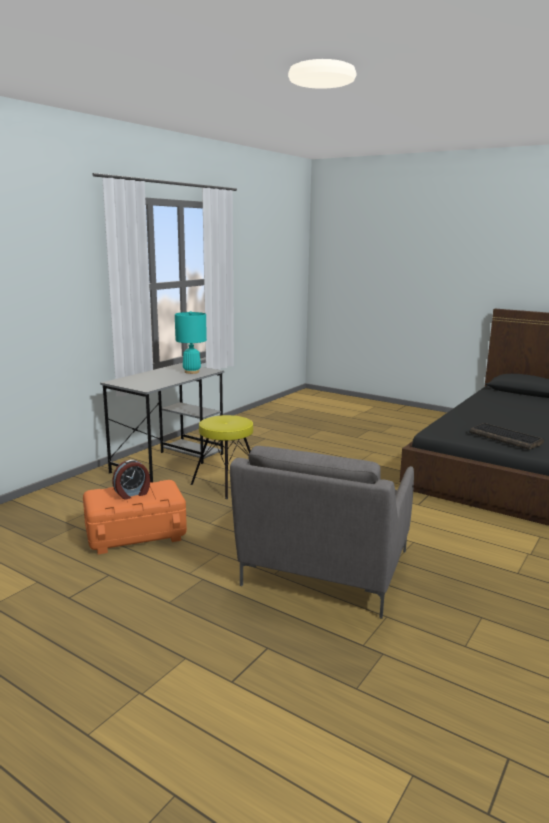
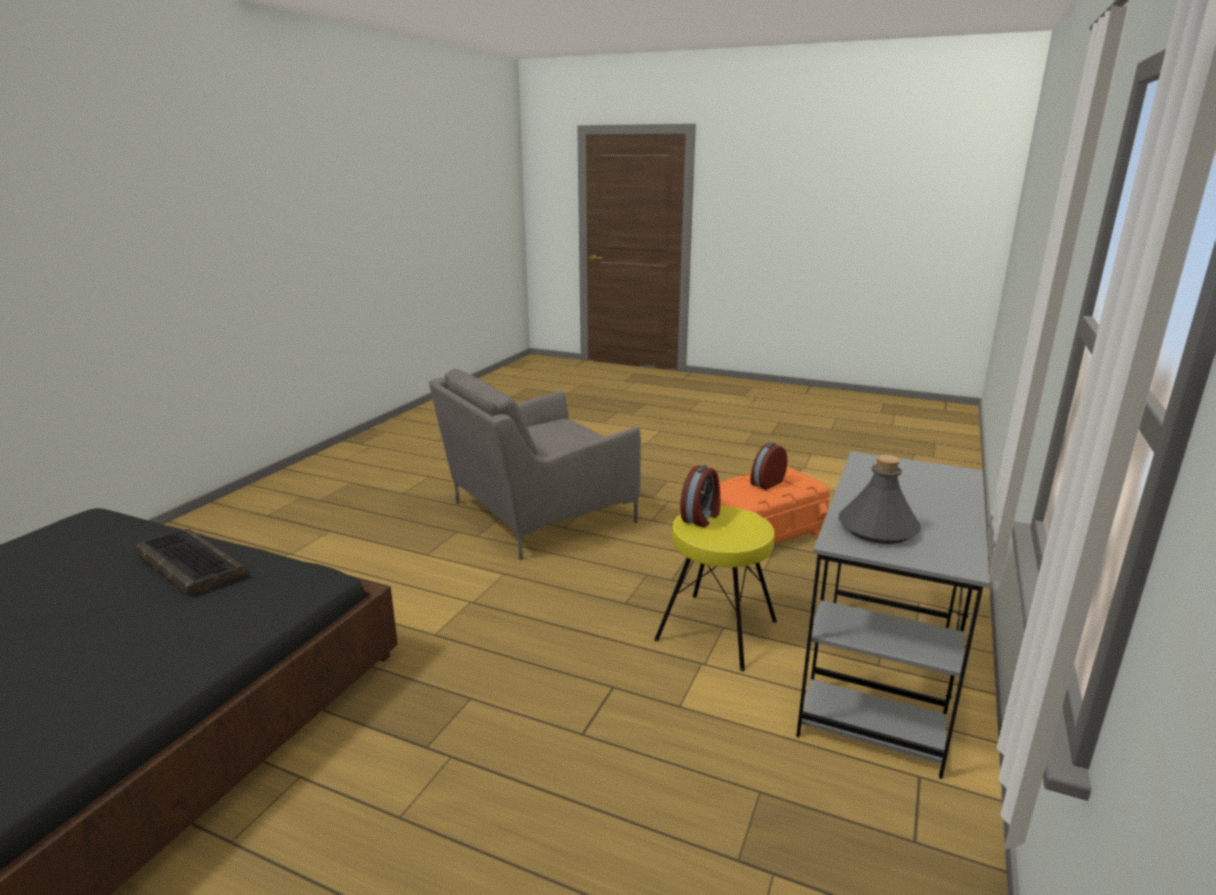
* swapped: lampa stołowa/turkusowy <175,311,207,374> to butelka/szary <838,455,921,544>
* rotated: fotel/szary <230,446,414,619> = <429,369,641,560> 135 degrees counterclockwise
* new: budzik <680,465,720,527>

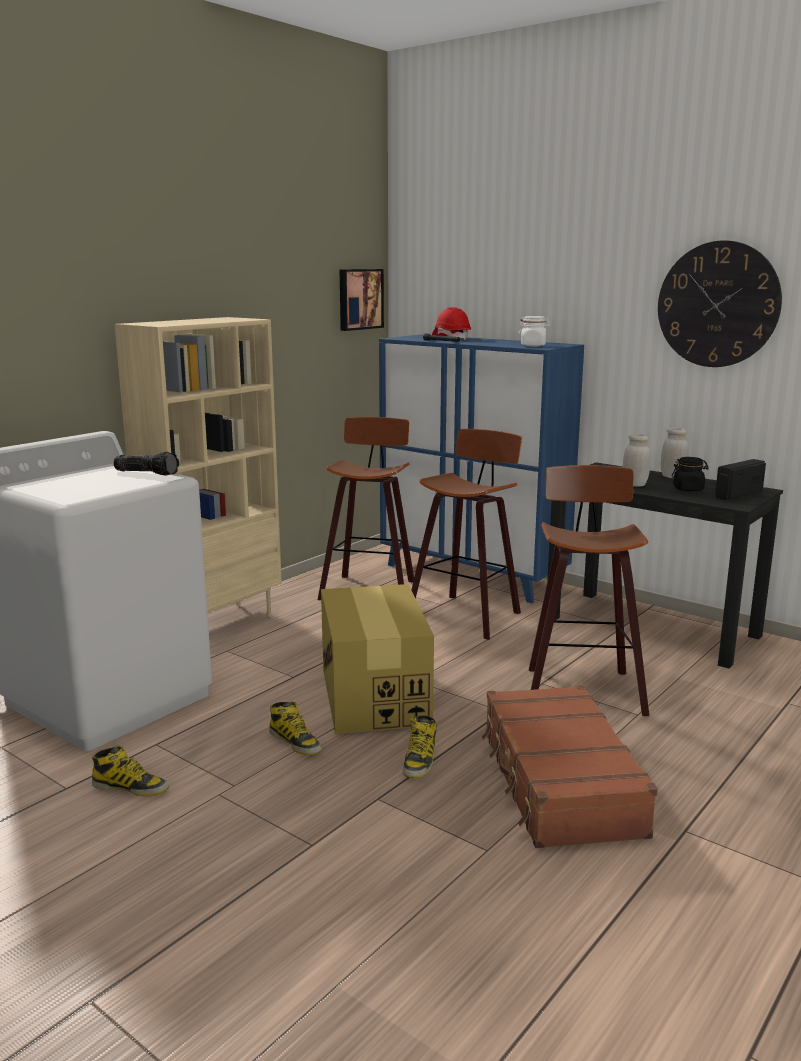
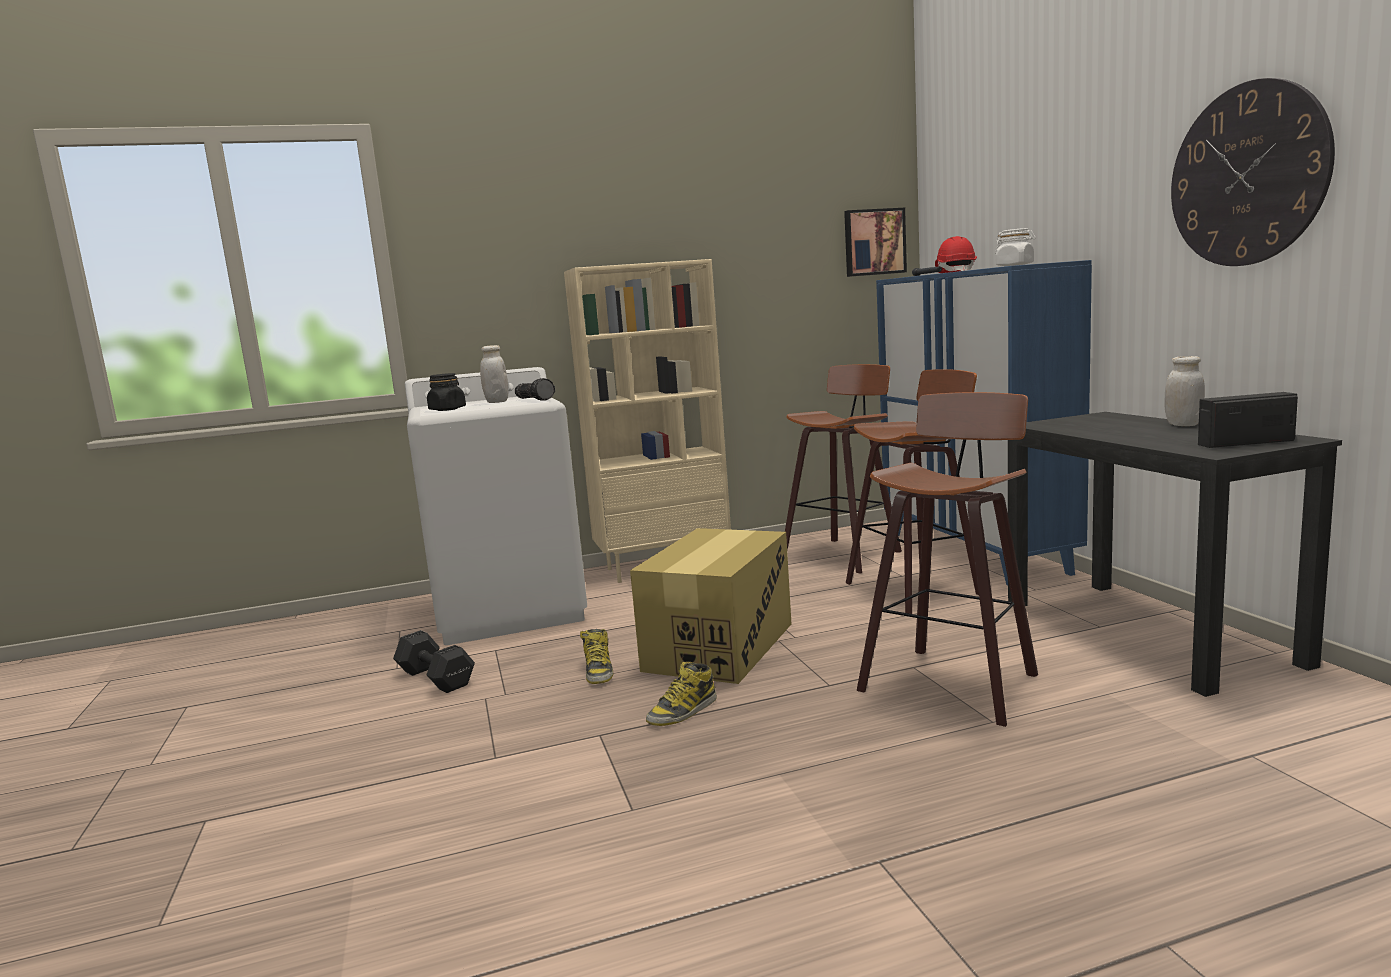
* shifted: słoik/biały <623,434,651,487> to <480,345,508,403>
* shifted: słoik/czarny <672,457,709,491> to <427,373,466,411>
* gone: walizka/brązowy <482,685,658,848>
* swapped: but z cholewką <92,745,169,797> to hantel/czarny <393,630,475,693>

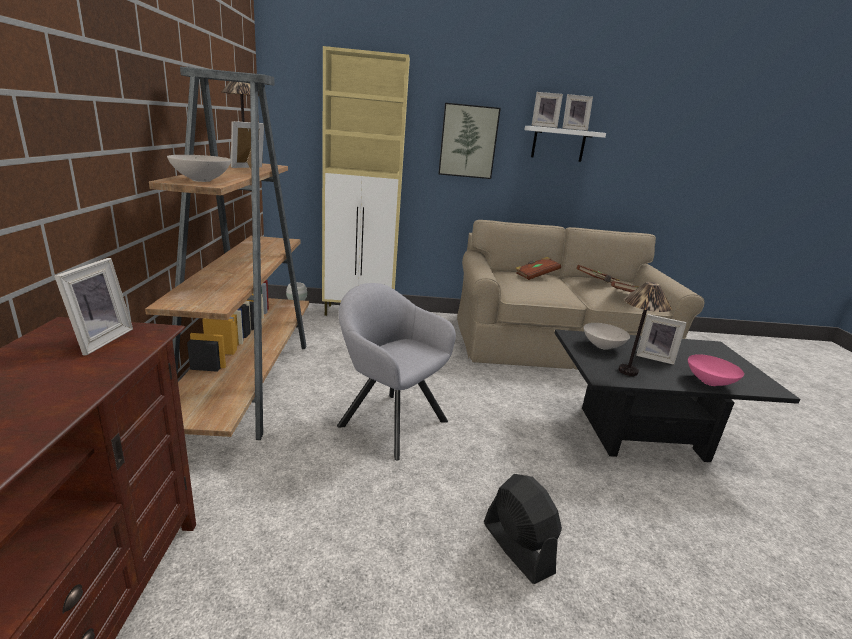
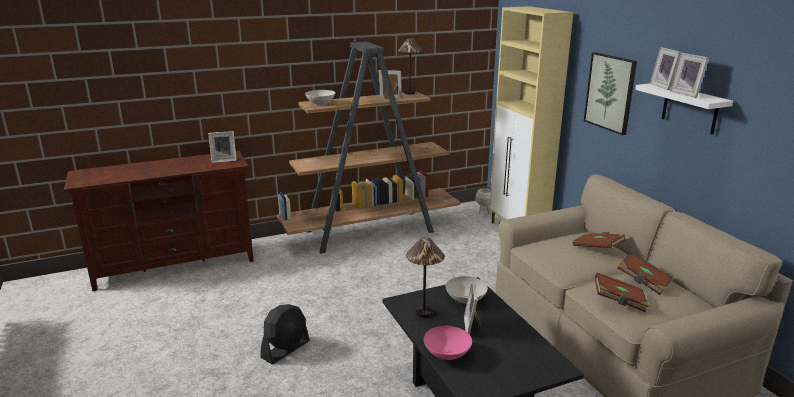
* gone: fotel/szary <337,283,456,461>

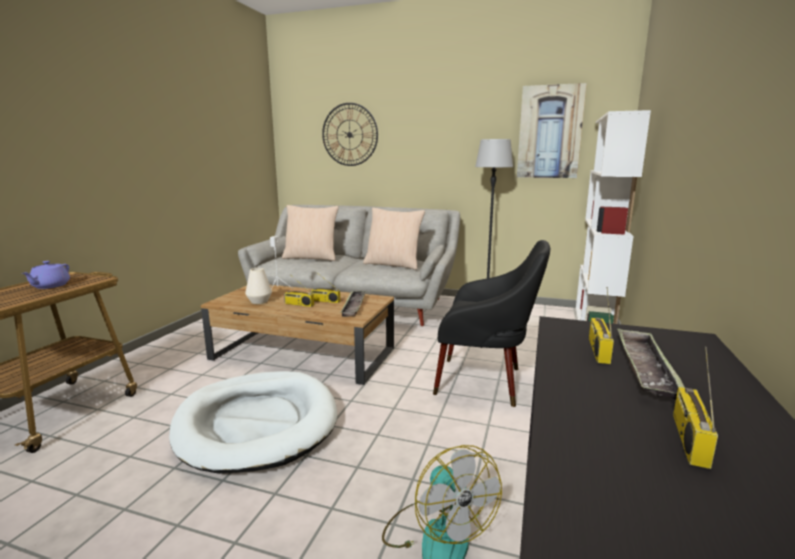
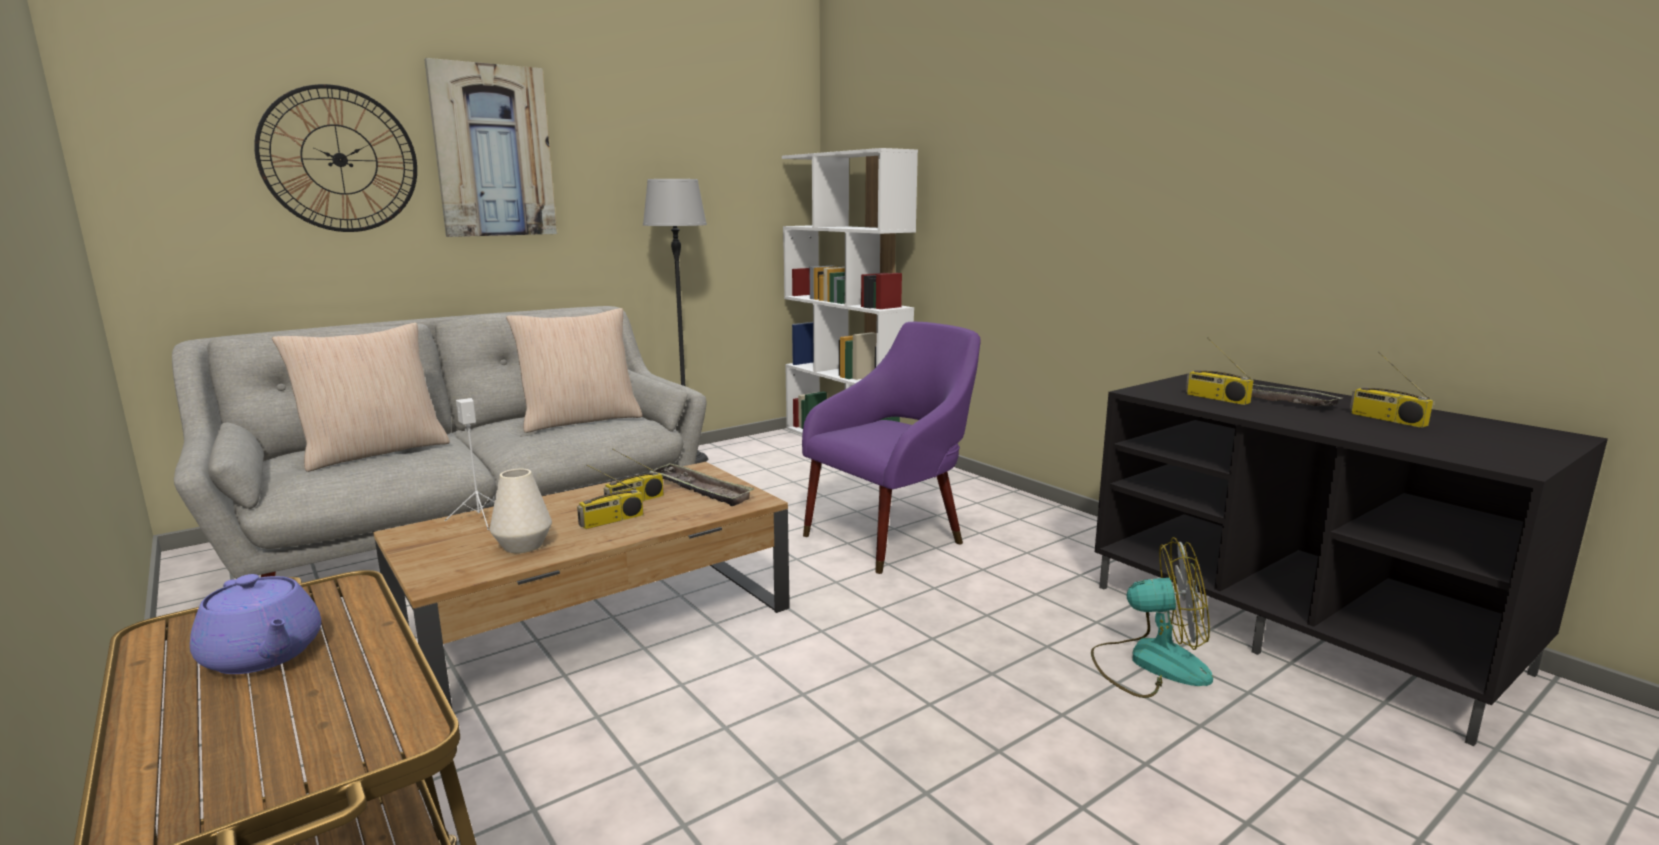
* shifted: obraz <517,83,587,178> to <424,58,557,237>
* repainted: fotel/czarny <433,240,550,407> to fotel/fioletowy <802,322,981,574>
* gone: legowisko/biały <169,371,337,474>

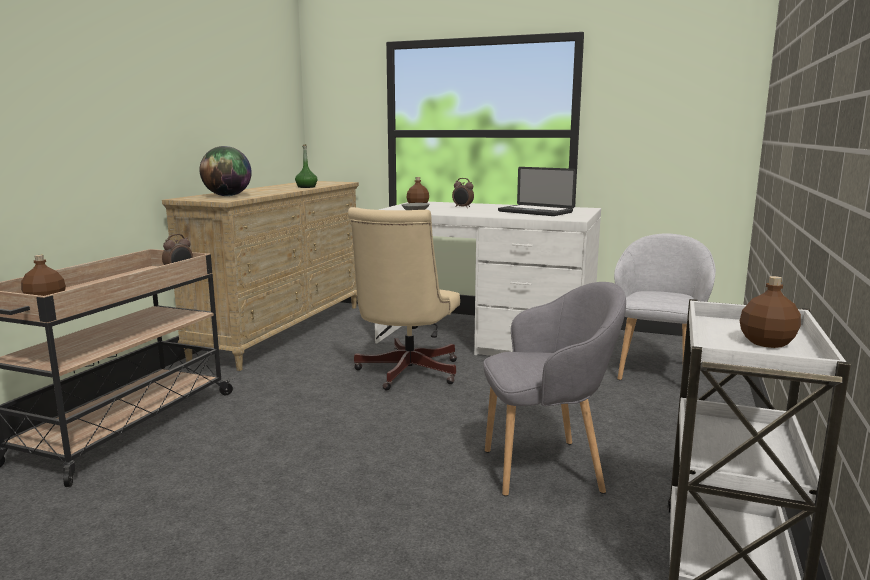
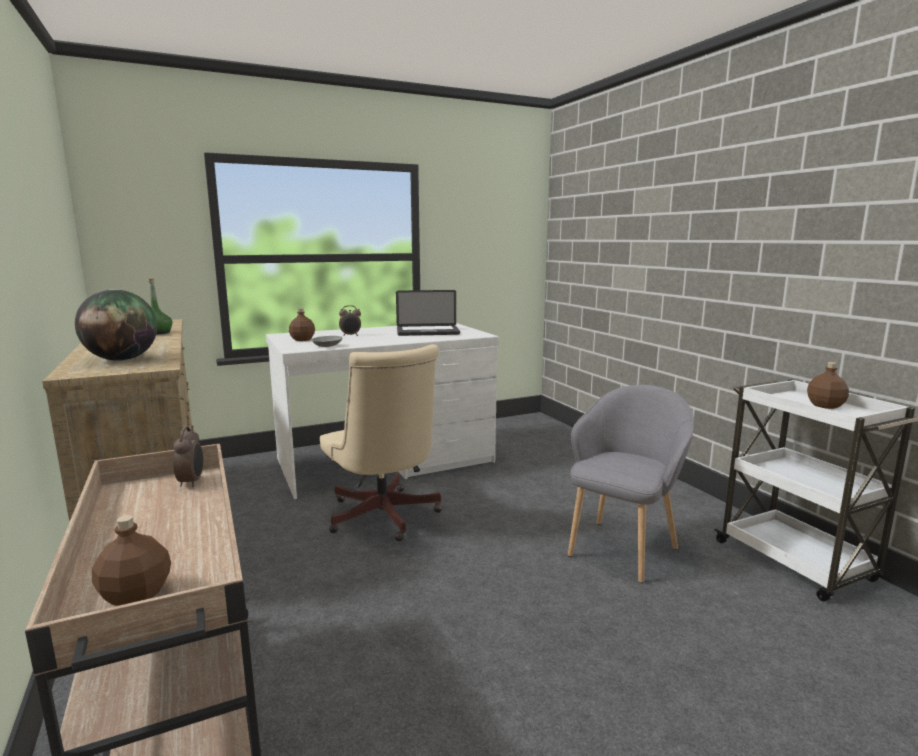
* gone: fotel/szary <614,234,716,380>

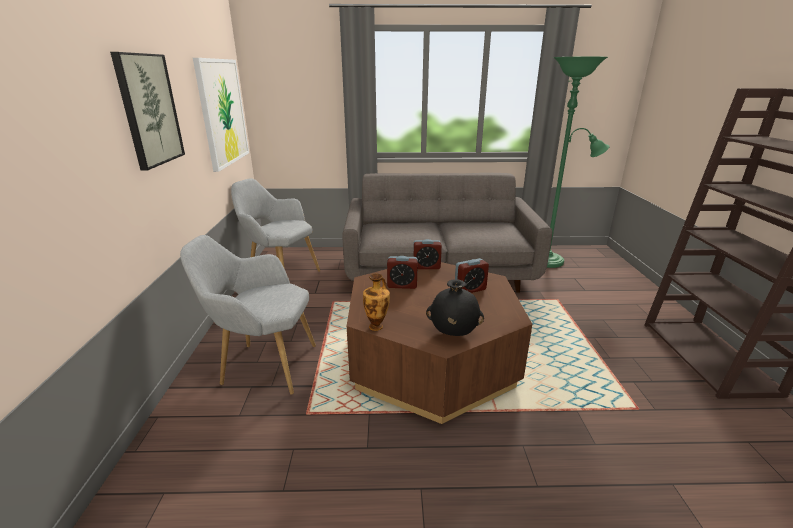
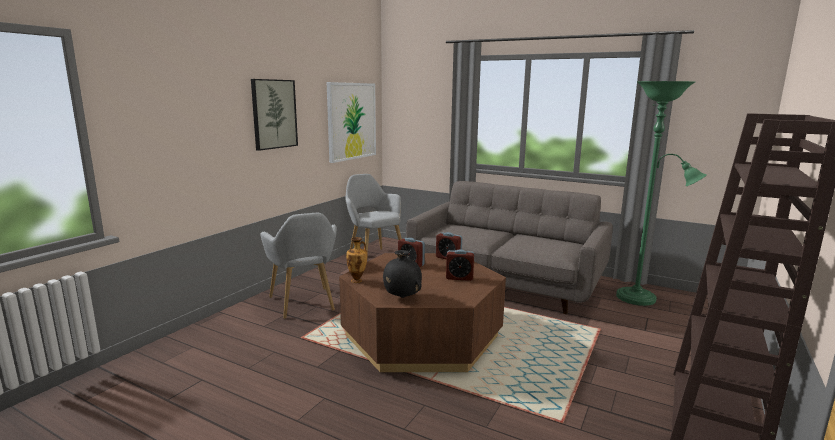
* rotated: fotel/szary <180,235,316,395> = <260,213,337,319> 150 degrees counterclockwise

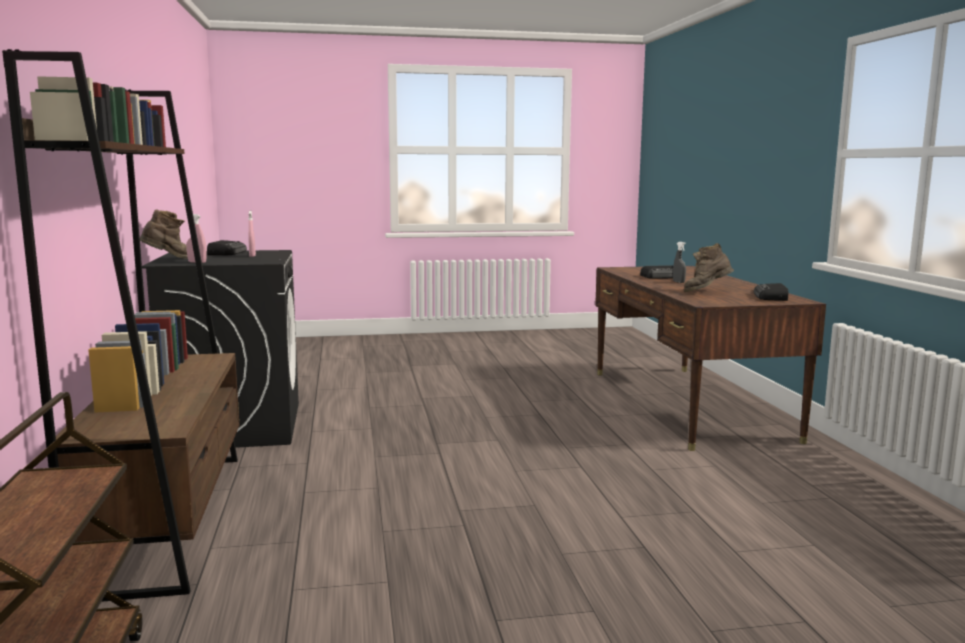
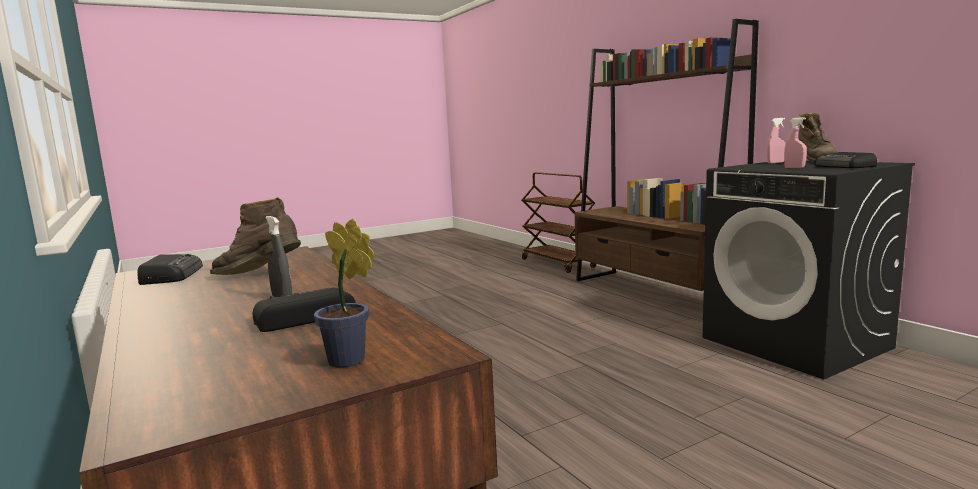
* rotated: but z cholewką/brązowy <683,243,734,292> = <210,197,301,275> 135 degrees counterclockwise
* new: roślina doniczkowa <314,219,375,368>

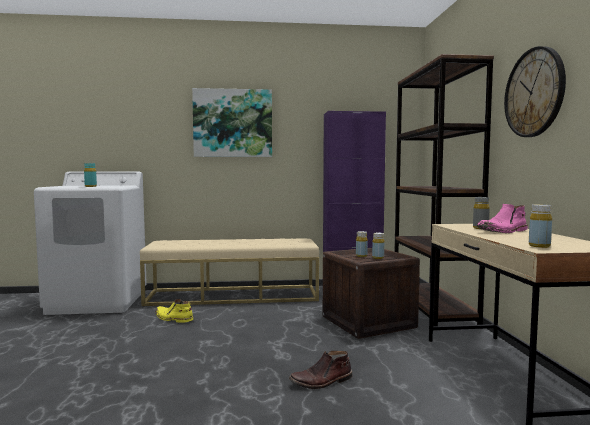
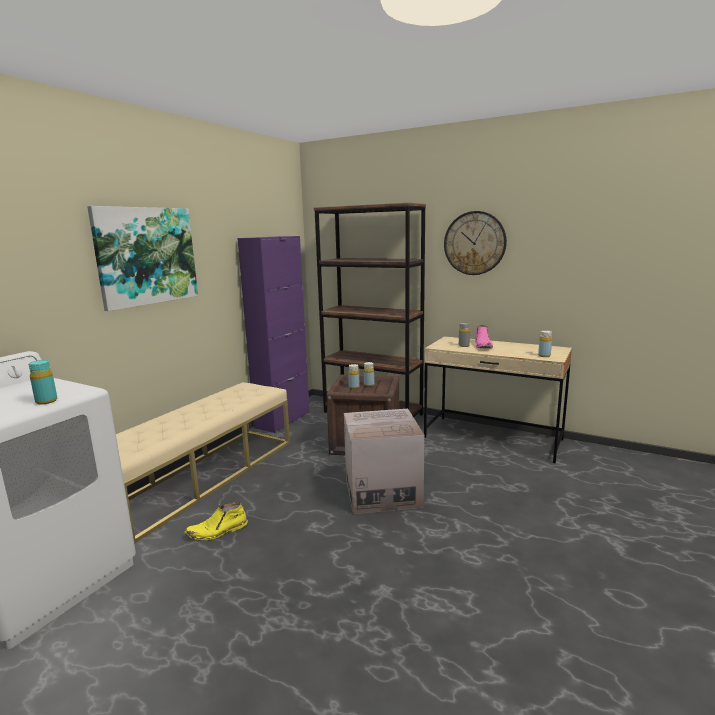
* gone: but z cholewką/brązowy <289,351,353,389>
* new: karton <344,409,424,514>

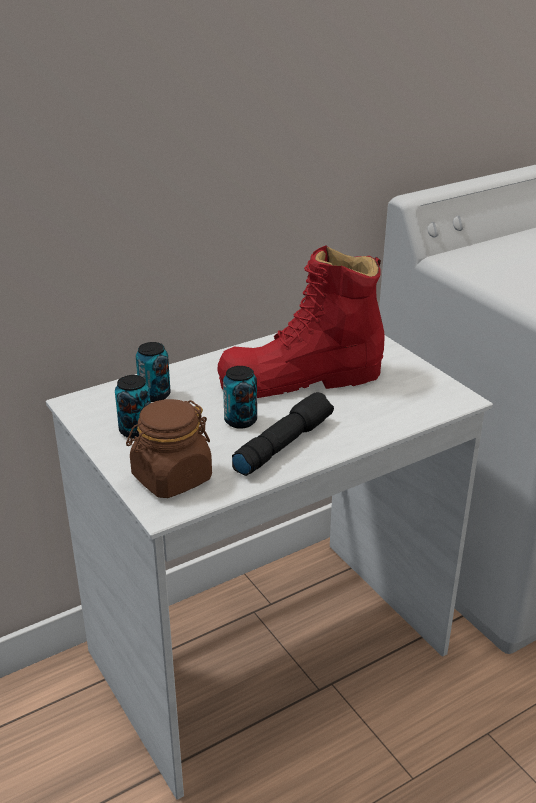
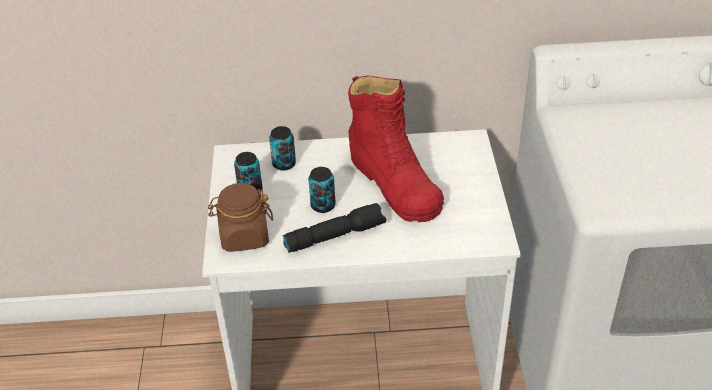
* rotated: but z cholewką/czerwony <217,246,385,398> = <348,76,444,222> 135 degrees counterclockwise

